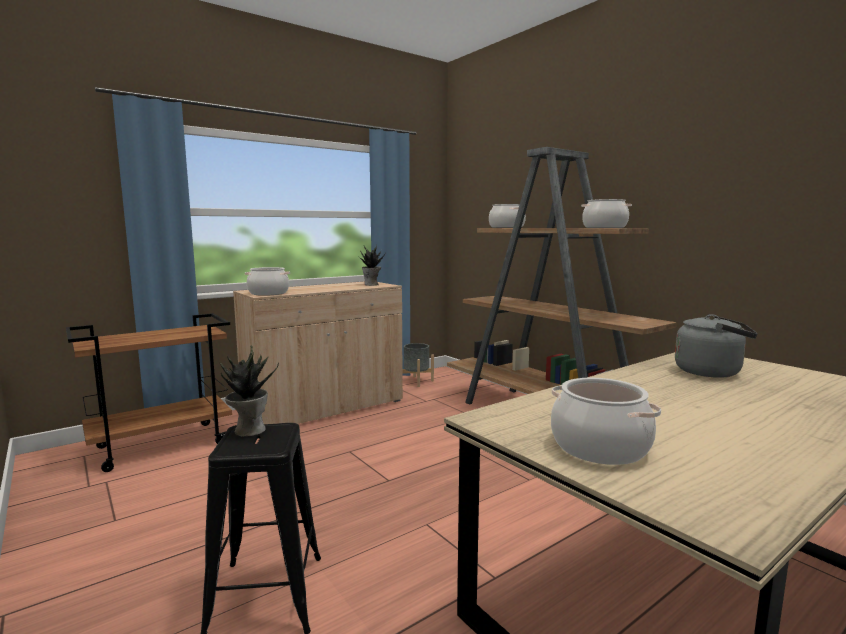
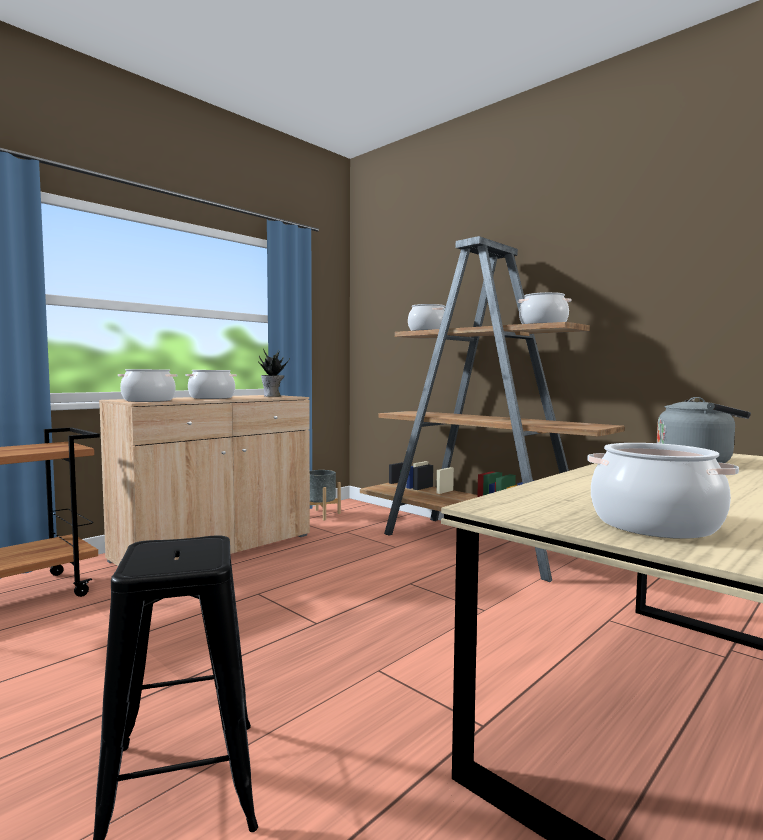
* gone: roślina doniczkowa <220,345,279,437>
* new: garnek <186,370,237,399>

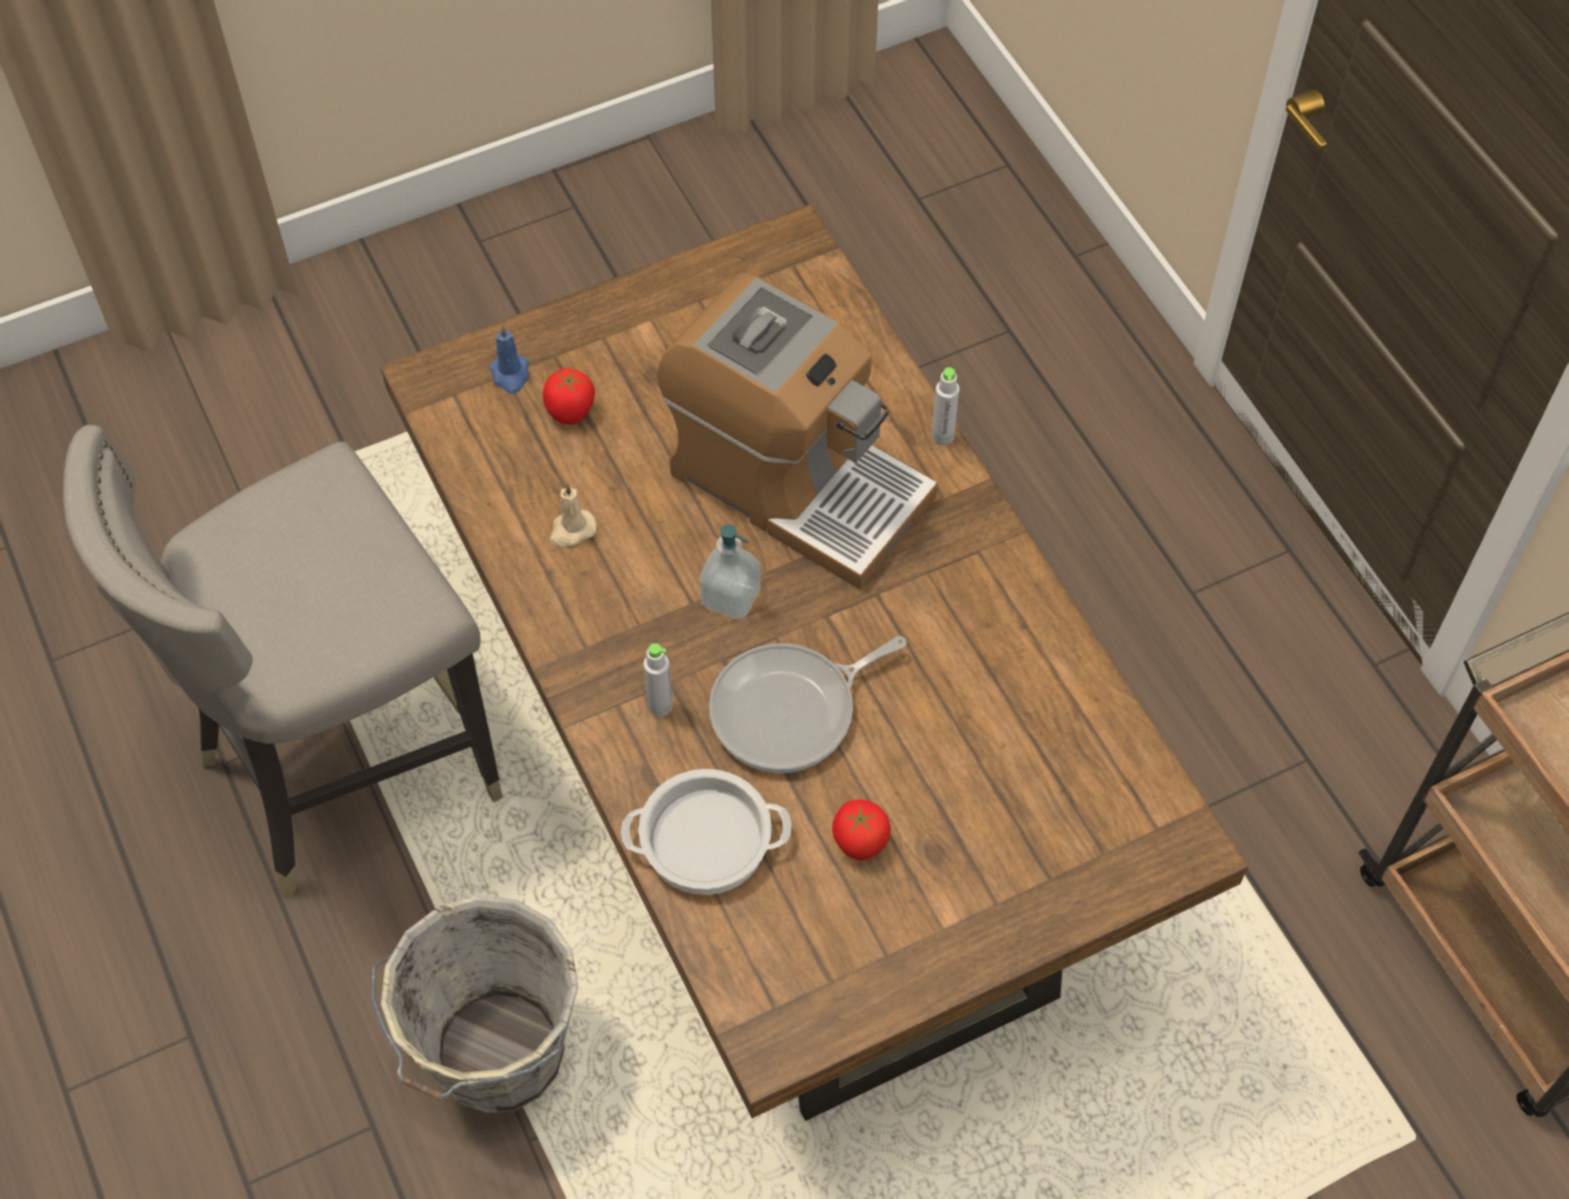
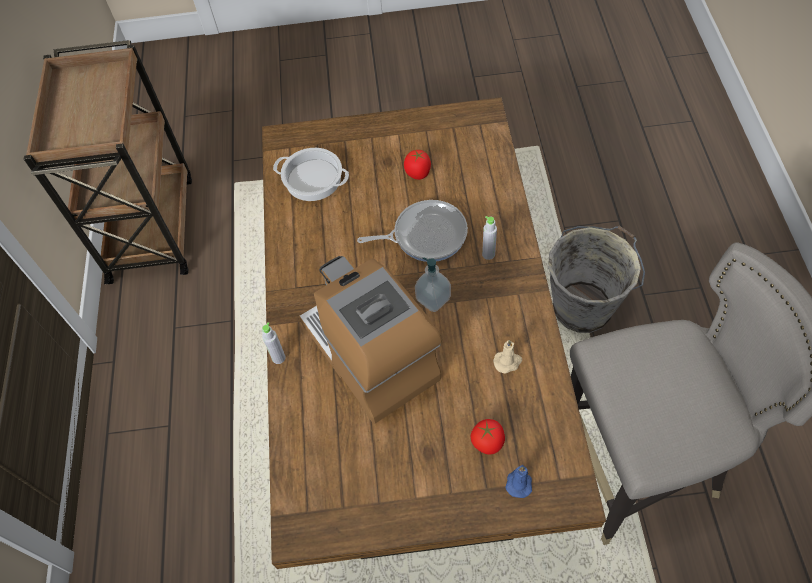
* shifted: garnek <621,769,792,895> to <273,148,349,201>

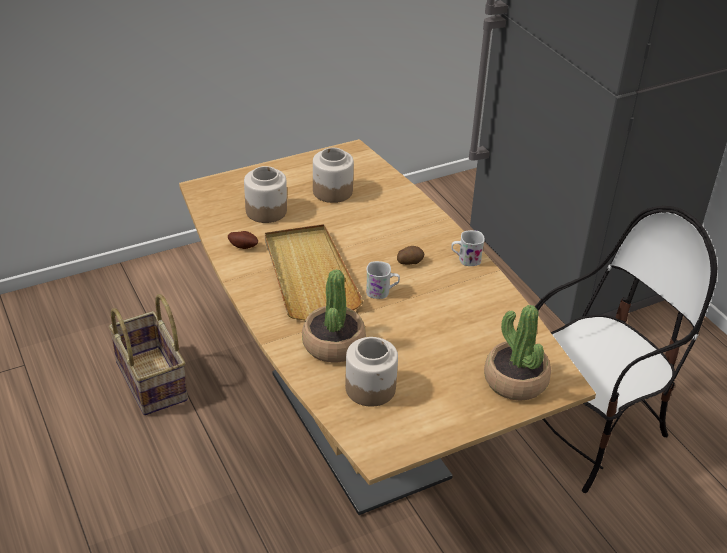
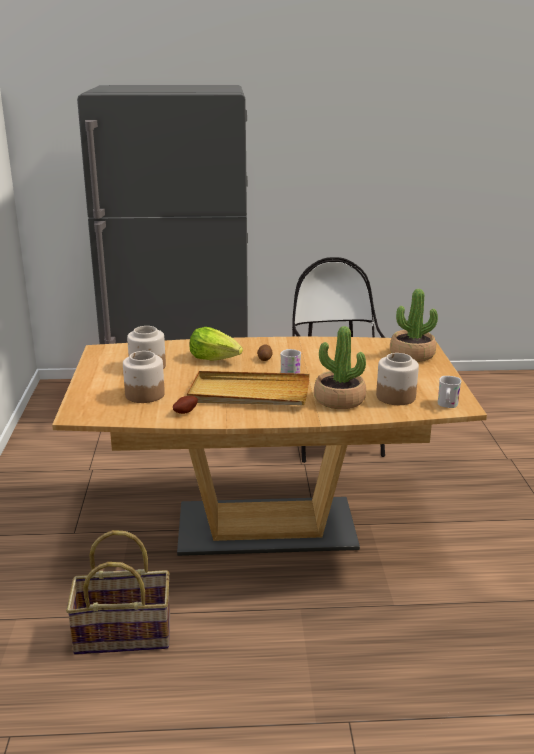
* shifted: kubek/biały <451,230,485,266> to <438,376,461,408>
* new: sałata <190,327,243,361>

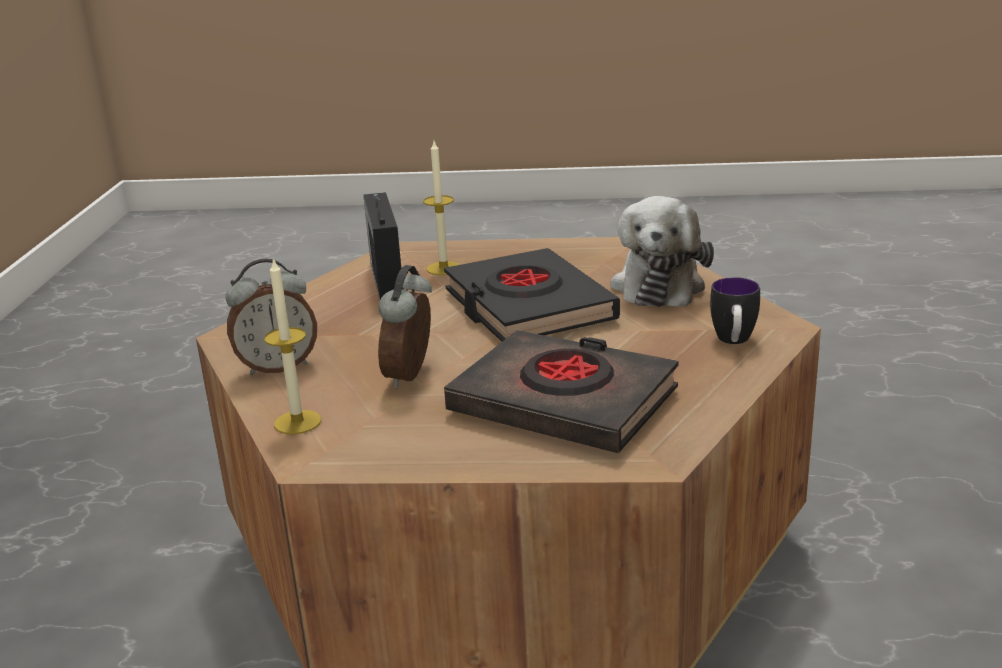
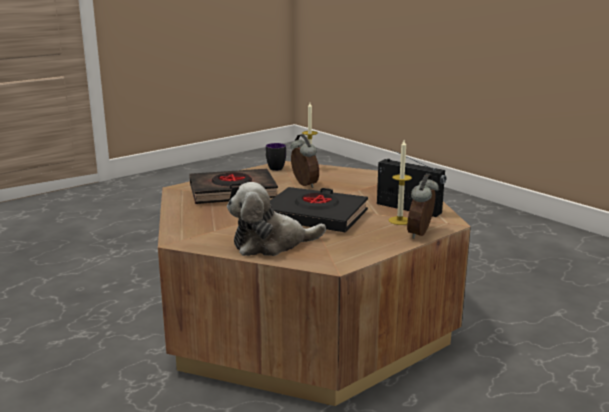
* rotated: pluszak <611,196,714,307> = <227,182,326,256> 75 degrees counterclockwise
* shifted: budzik <225,259,317,375> to <407,173,439,239>
* shifted: kubek <710,277,760,344> to <265,143,286,171>

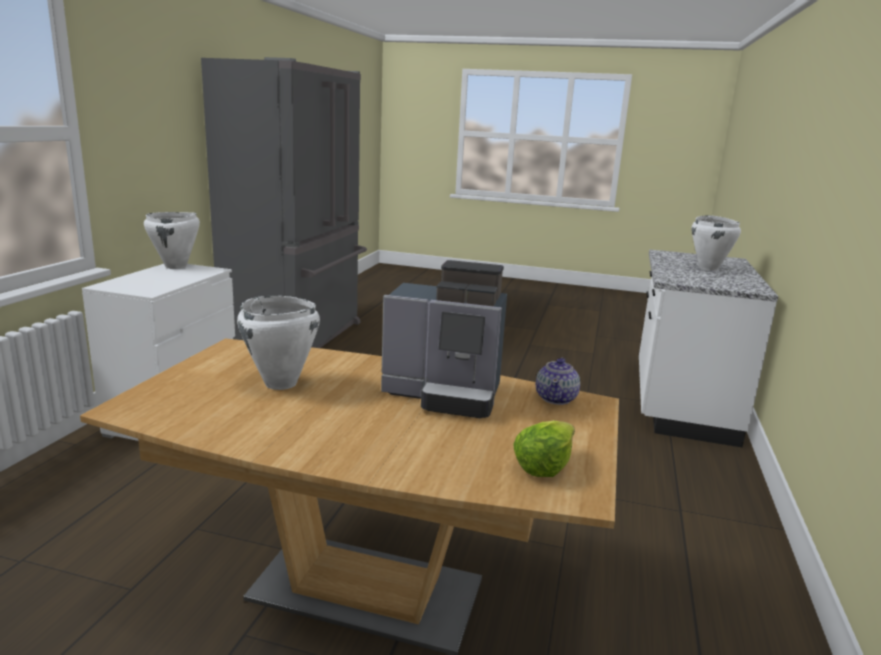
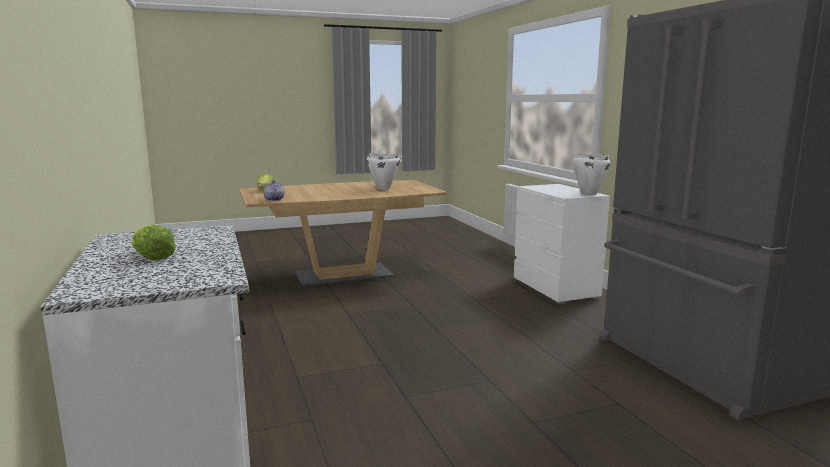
* swapped: garnek/biały <692,215,741,270> to sałata <132,225,176,260>
* gone: ekspres do kawy <381,260,507,418>

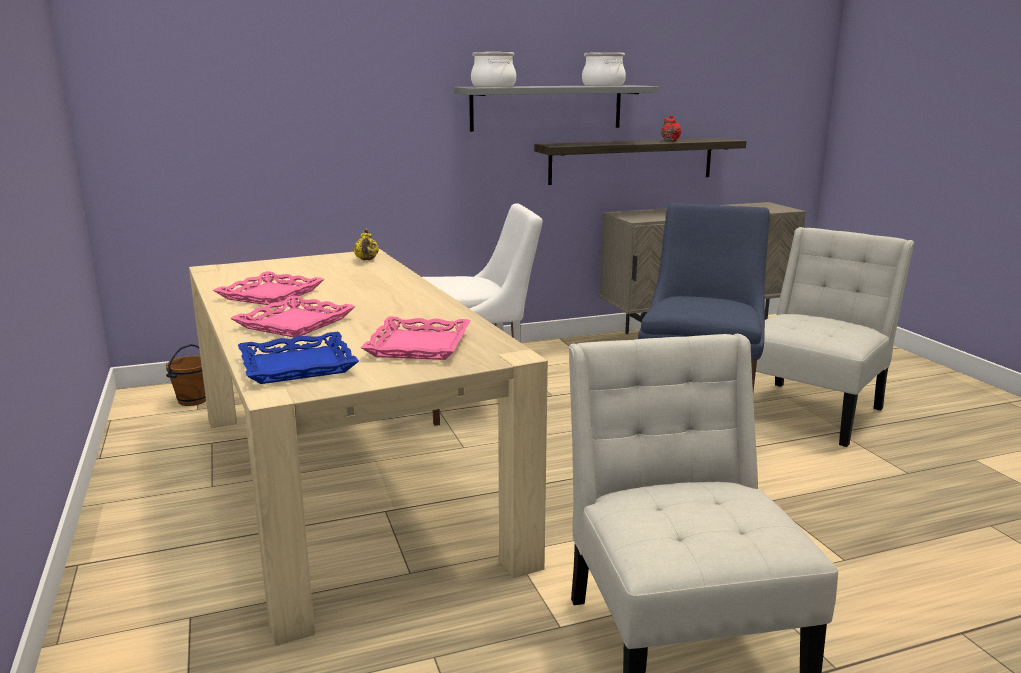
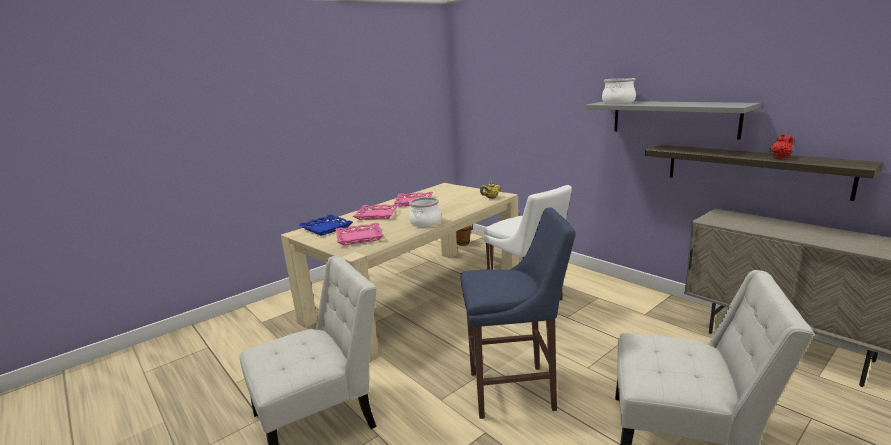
* shifted: garnek <582,52,626,86> to <409,197,441,227>

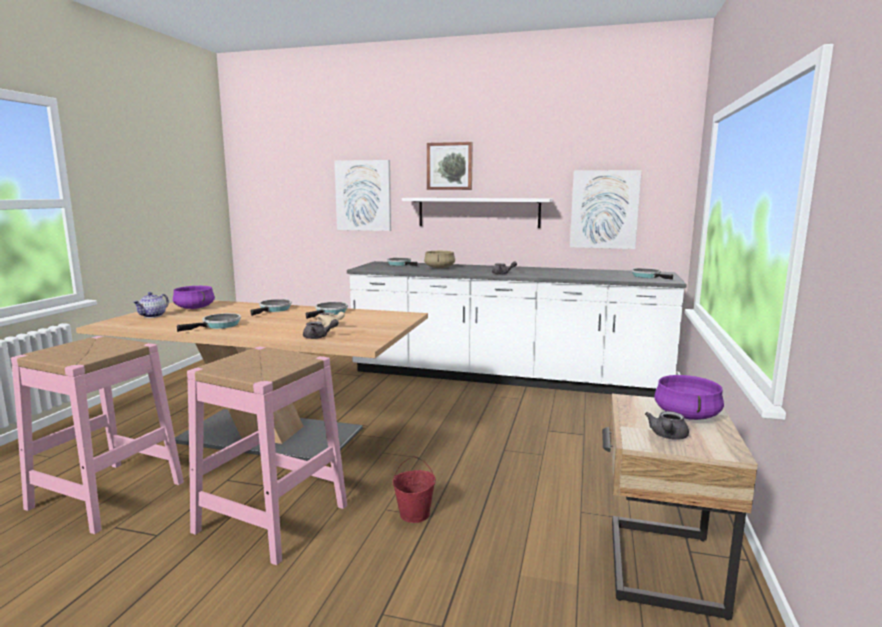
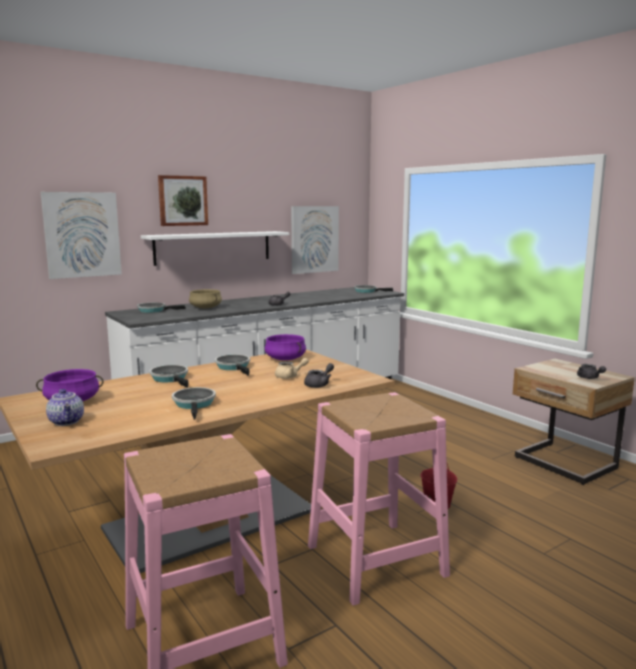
* shifted: garnek/fioletowy <654,375,724,420> to <265,334,306,360>

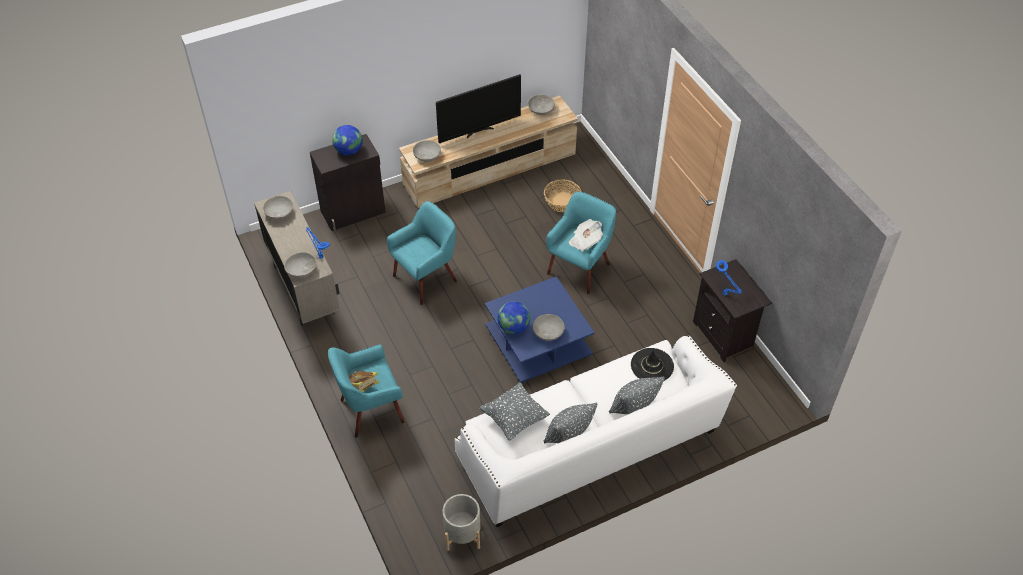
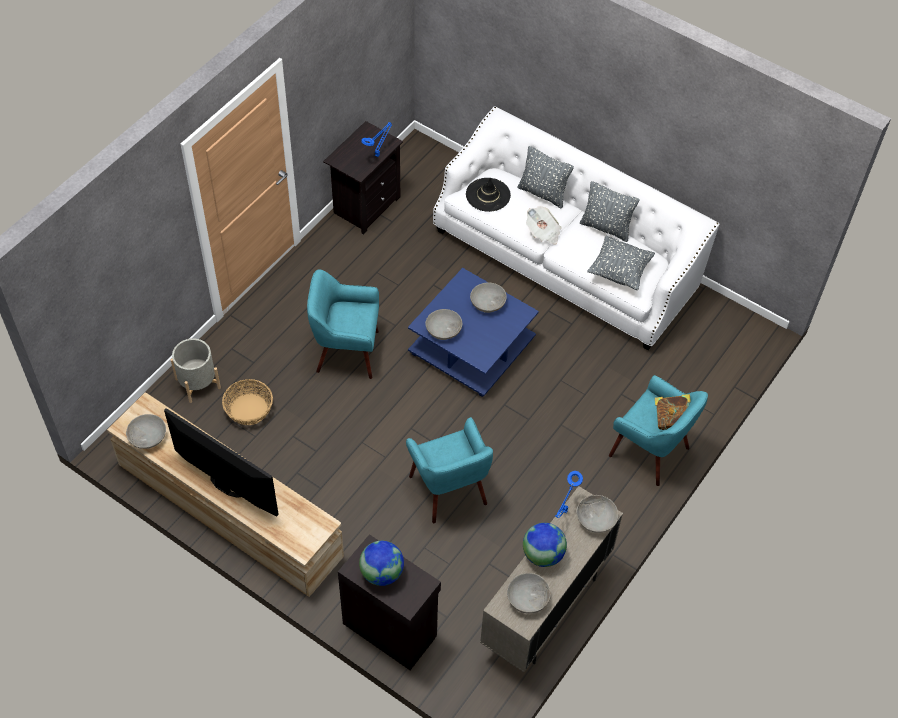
* shifted: miska/szary <413,140,441,162> to <425,309,462,340>
* rotated: fotel/turkusowy <387,201,457,305> = <406,417,493,523> 135 degrees counterclockwise
* shifted: gazeta <569,219,603,252> to <526,206,562,245>
* shifted: globus <497,301,530,334> to <523,523,567,567>
* shifted: donica/szary <443,494,480,551> to <171,338,221,403>

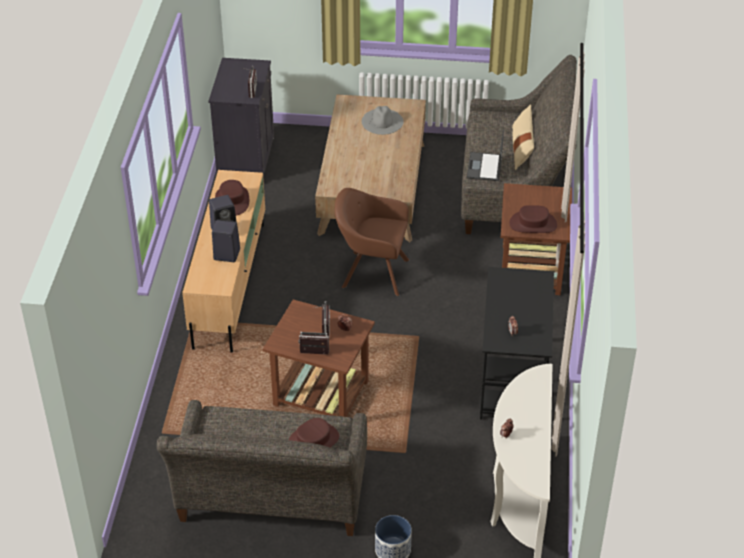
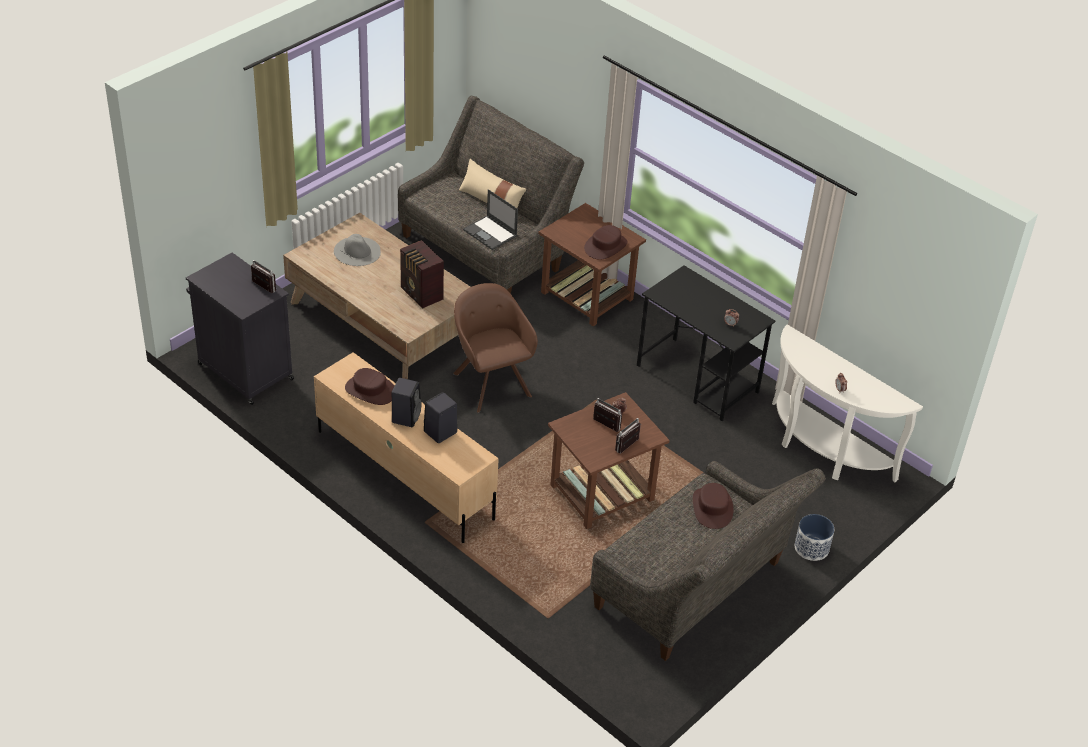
* rotated: fotel/brązowy <335,188,409,296> = <453,283,538,413> 105 degrees clockwise
* new: radio <400,240,444,309>

